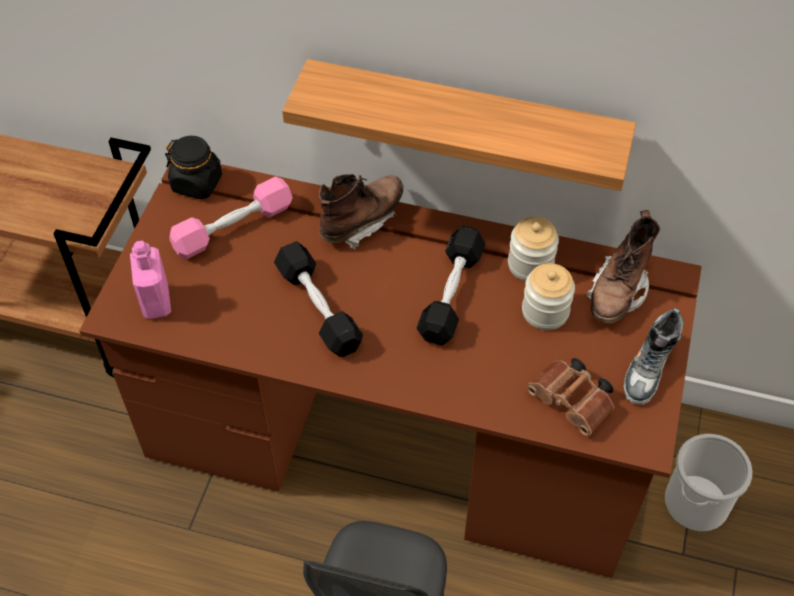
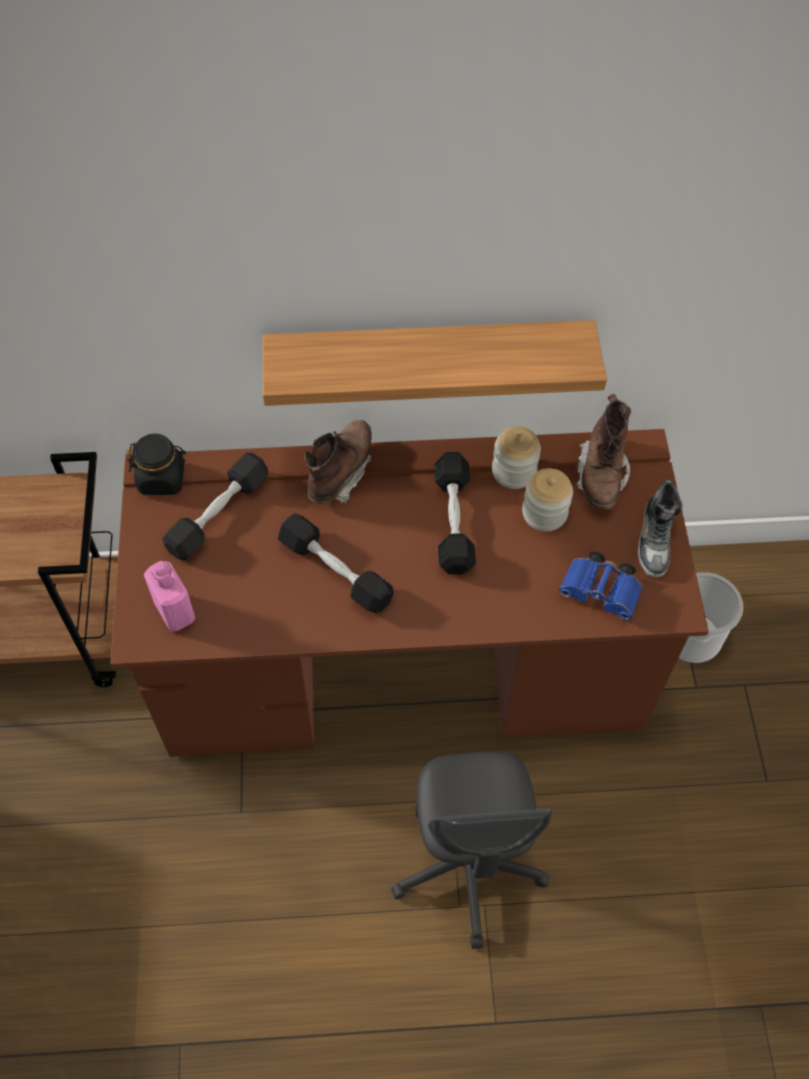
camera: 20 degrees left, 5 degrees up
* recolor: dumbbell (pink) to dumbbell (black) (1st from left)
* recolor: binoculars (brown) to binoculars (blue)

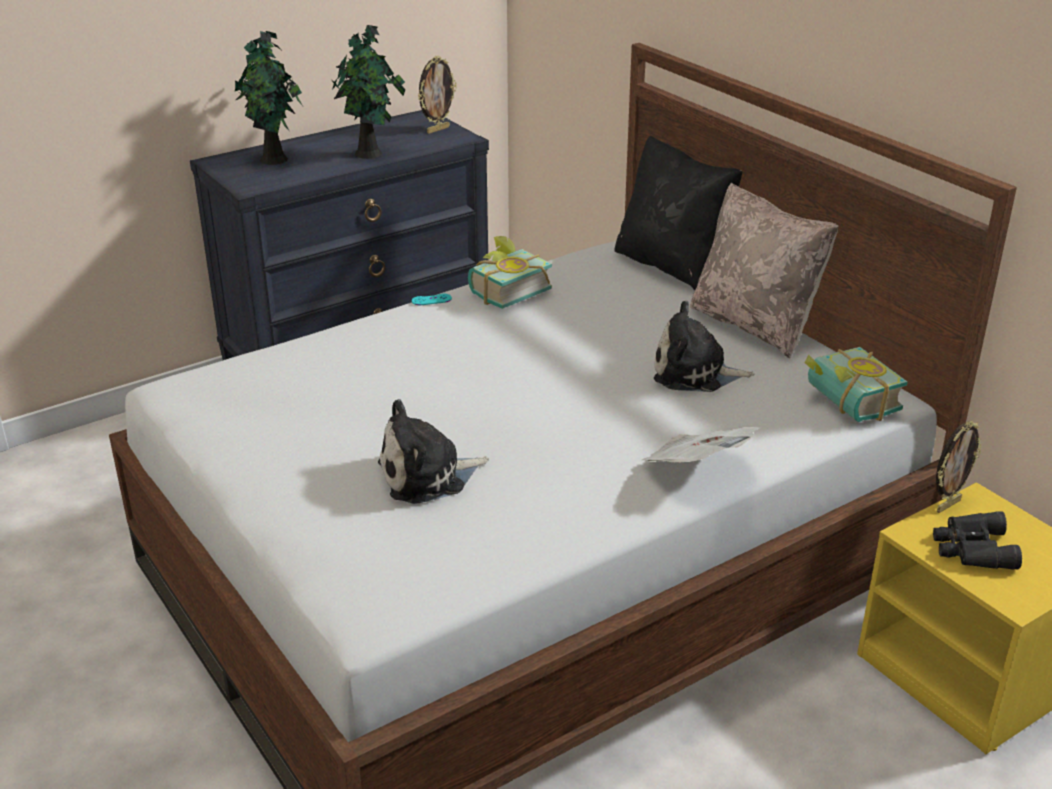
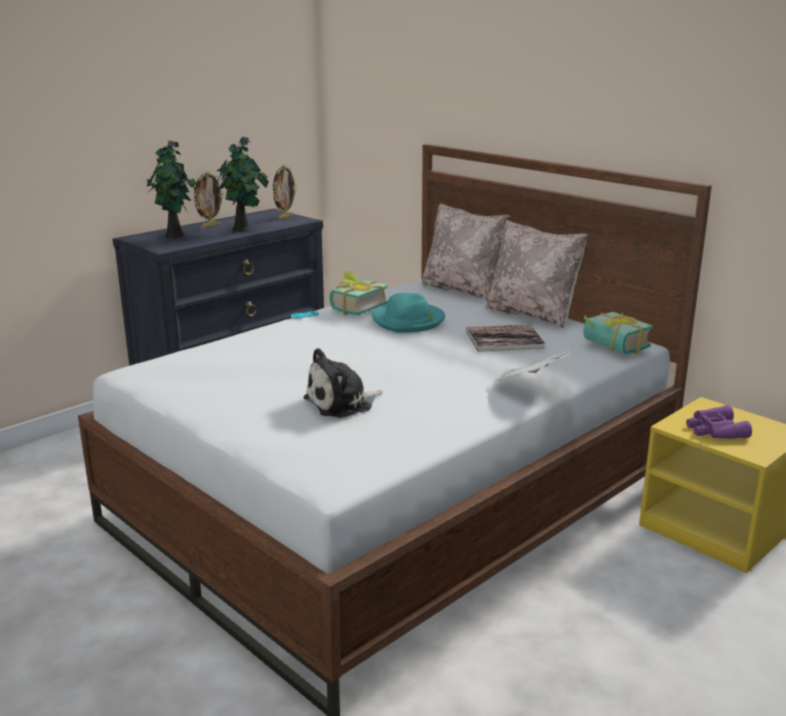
camera: 10 degrees left, 10 degrees down
* move: picture frame (2nd from left in the first image) to picture frame (1st from left)
* insert: hat (turquoise)
* recolor: pillow (black) to pillow (beige) (1st from left)
* replace: plush toy (2nd from left) to book (2nd from left)
* recolor: binoculars (black) to binoculars (purple)

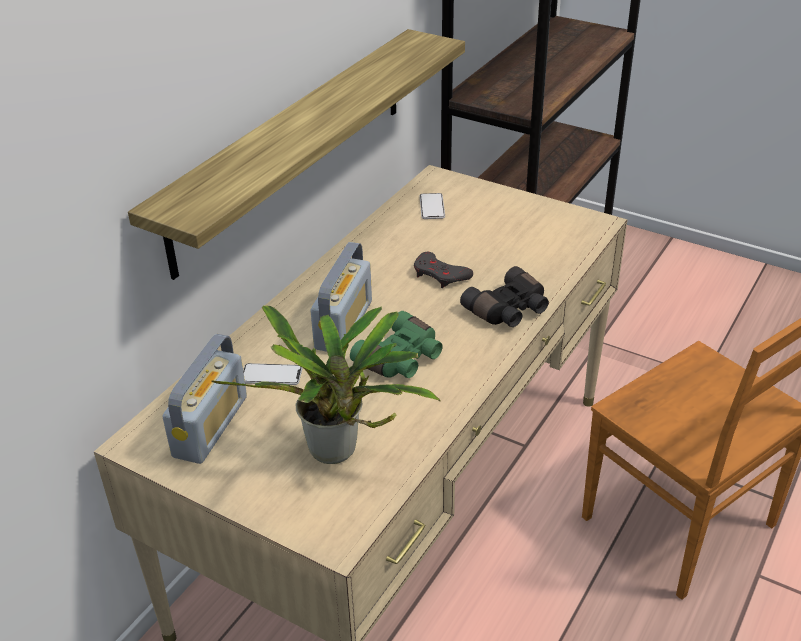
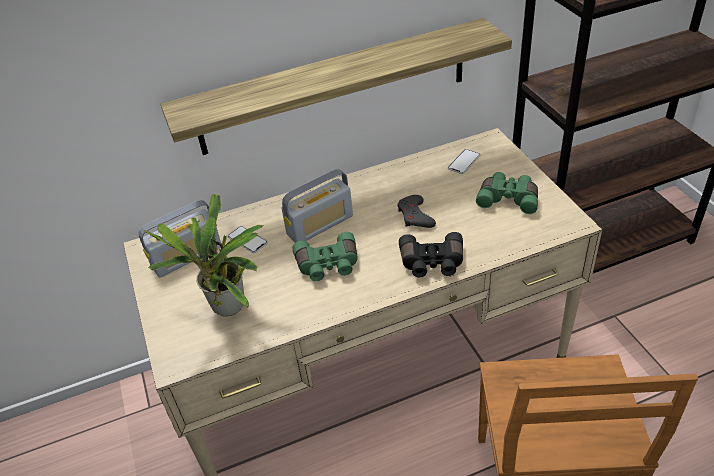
camera: 40 degrees right, 5 degrees up
* insert: binoculars (green) (2nd from left)

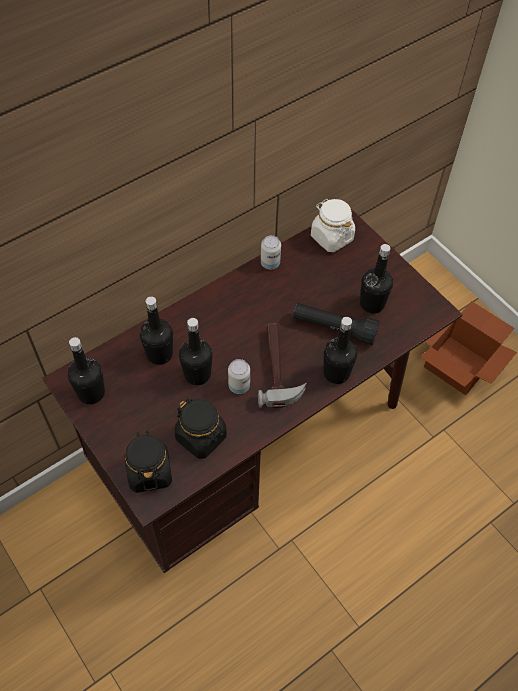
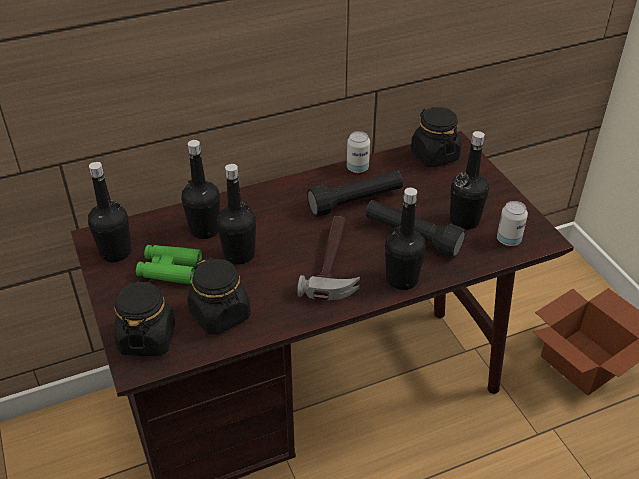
camera: 15 degrees right, 15 degrees down
* insert: binoculars (green)
* insert: flashlight (black) (1st from left)
* recolor: jar (white) to jar (black) (3rd from left)
* move: can (1st from left in the first image) to can (2nd from left)

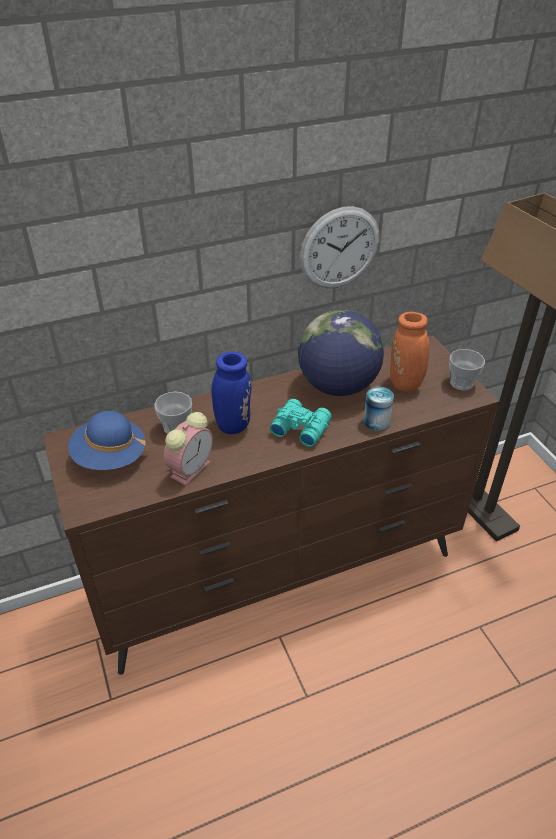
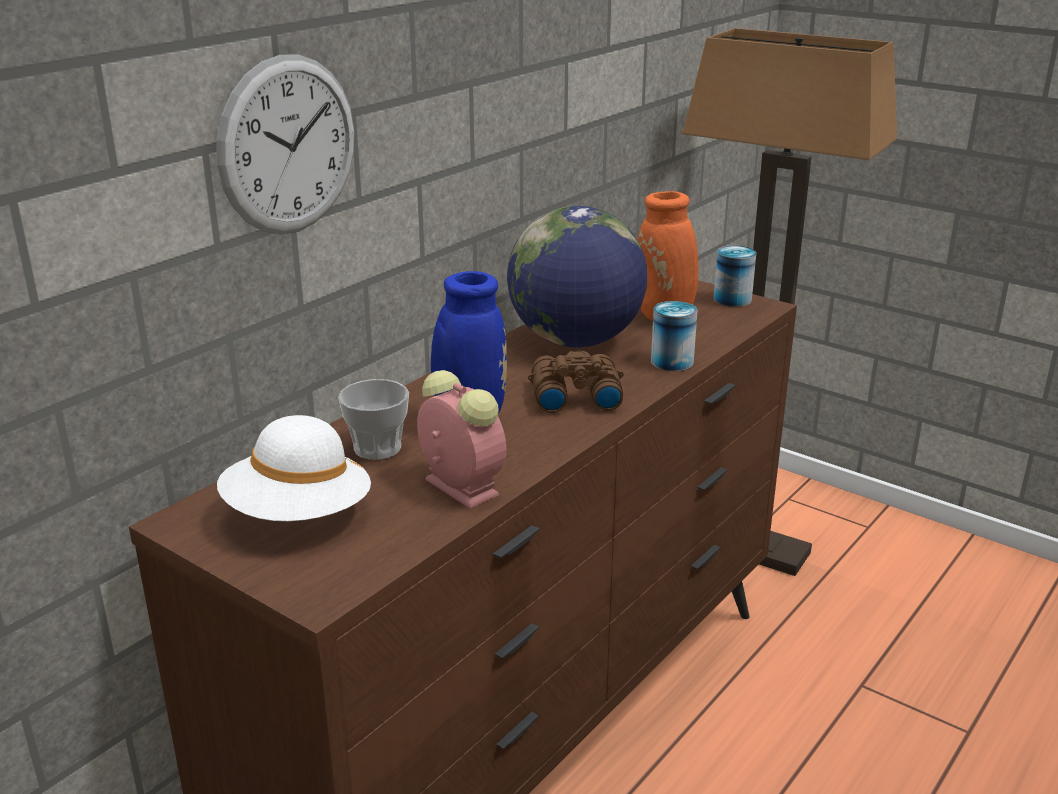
camera: 30 degrees left, 15 degrees down
* move: wall clock
* recolor: hat (blue) to hat (white)
* rotate: alarm clock 45 degrees counterclockwise
* recolor: binoculars (turquoise) to binoculars (brown)
* replace: cup (2nd from left) to can (2nd from left)

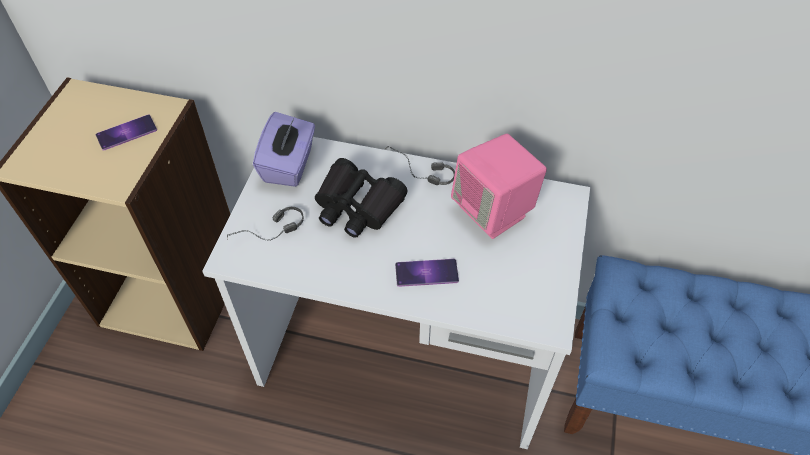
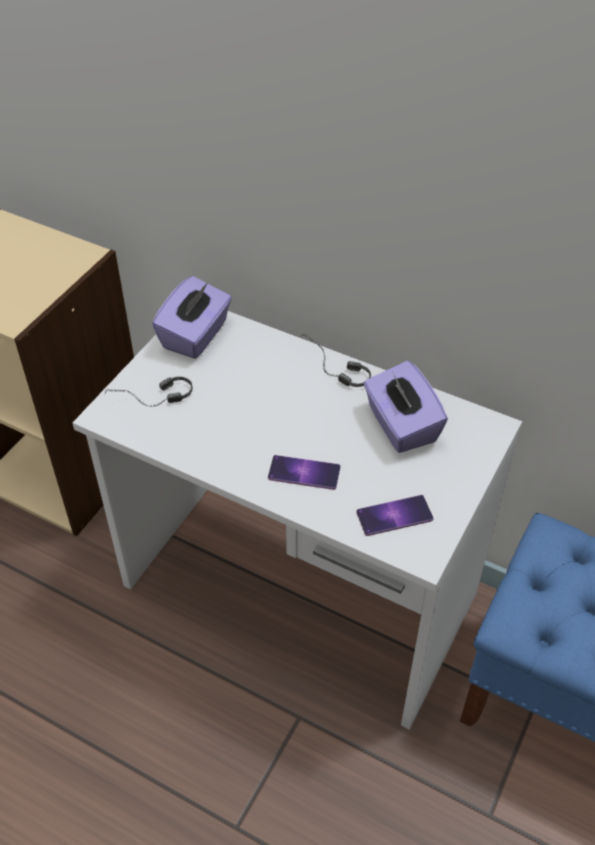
camera: 15 degrees right, 5 degrees down
* move: phone (1st from left in the first image) to phone (2nd from left)
* replace: speaker (pink) to tissue box (purple) (2nd from left)
* delete: binoculars (black)

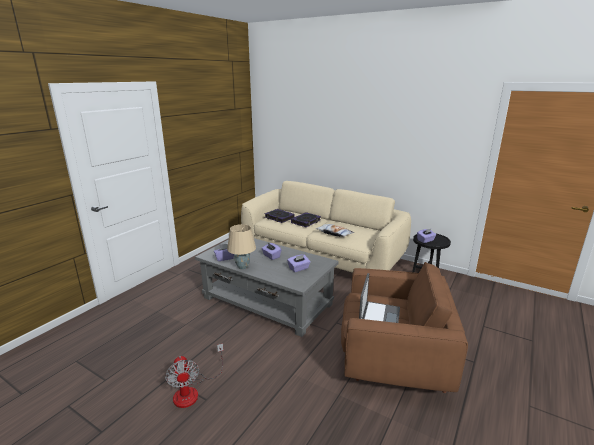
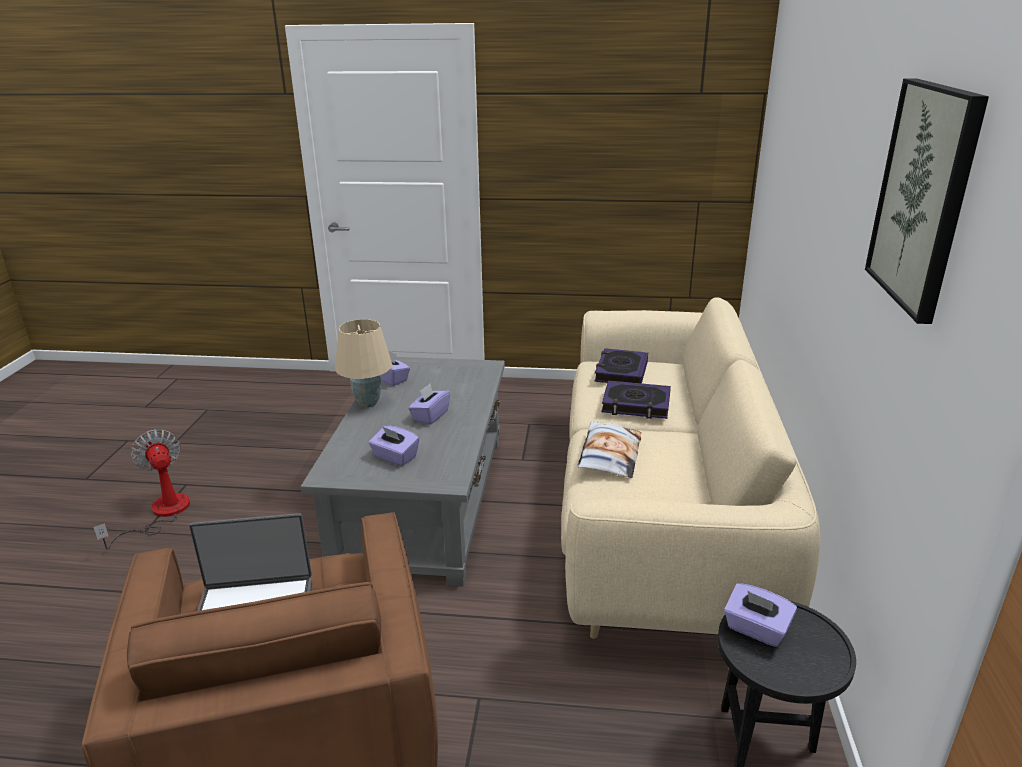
camera: 65 degrees right, 5 degrees up
* rotate: fan 105 degrees clockwise
* insert: picture

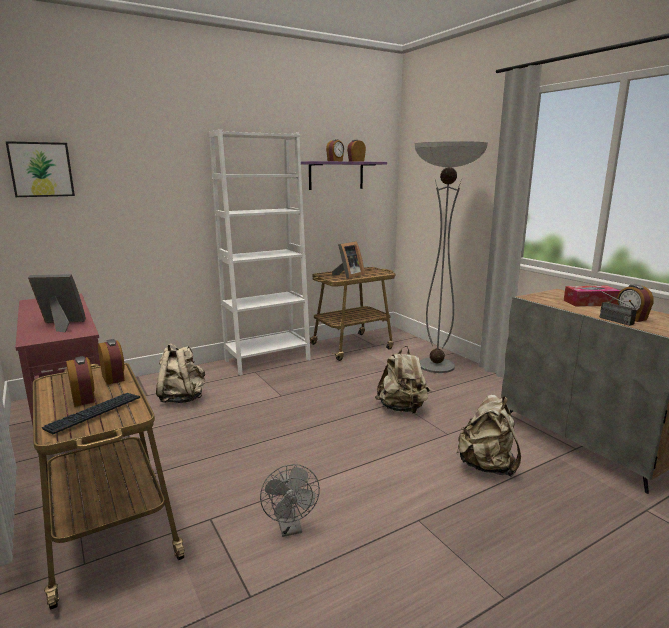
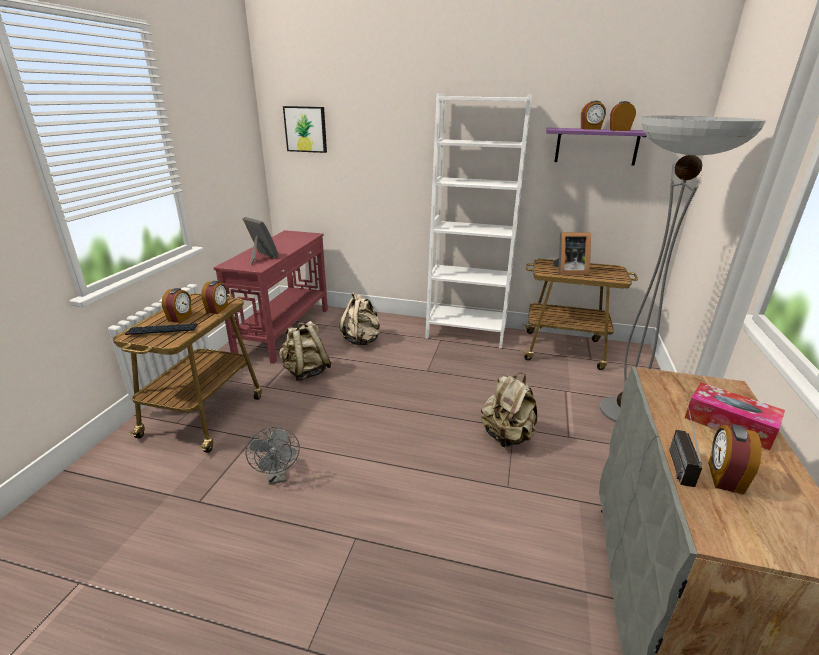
camera: 45 degrees right, 10 degrees up
* rotate: fan (grey) 45 degrees counterclockwise
* move: backpack (beige) (3rd from left in the first image) to backpack (beige) (1st from left)

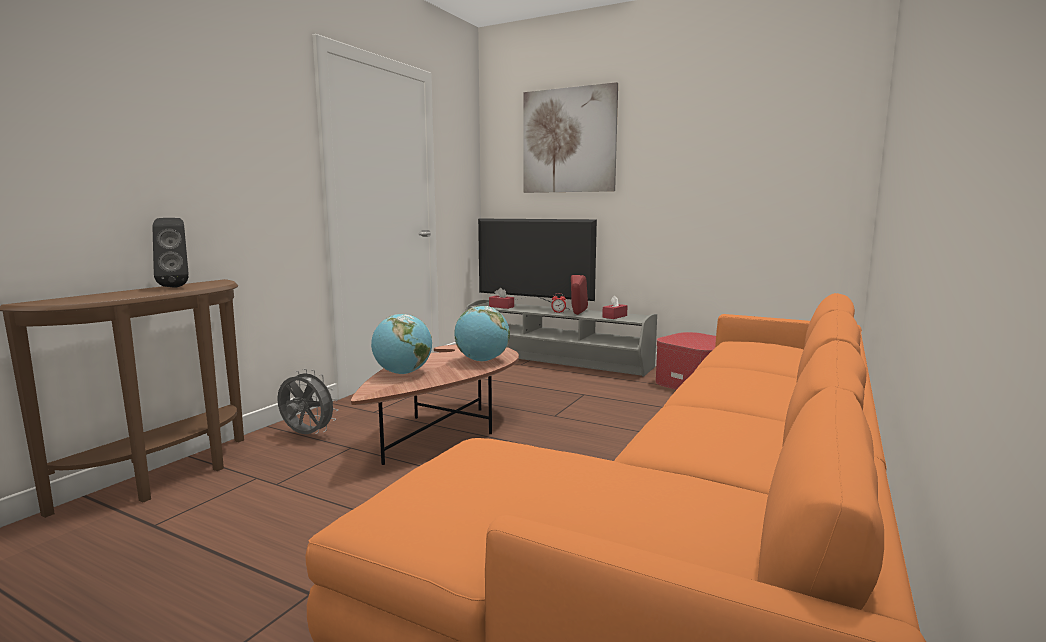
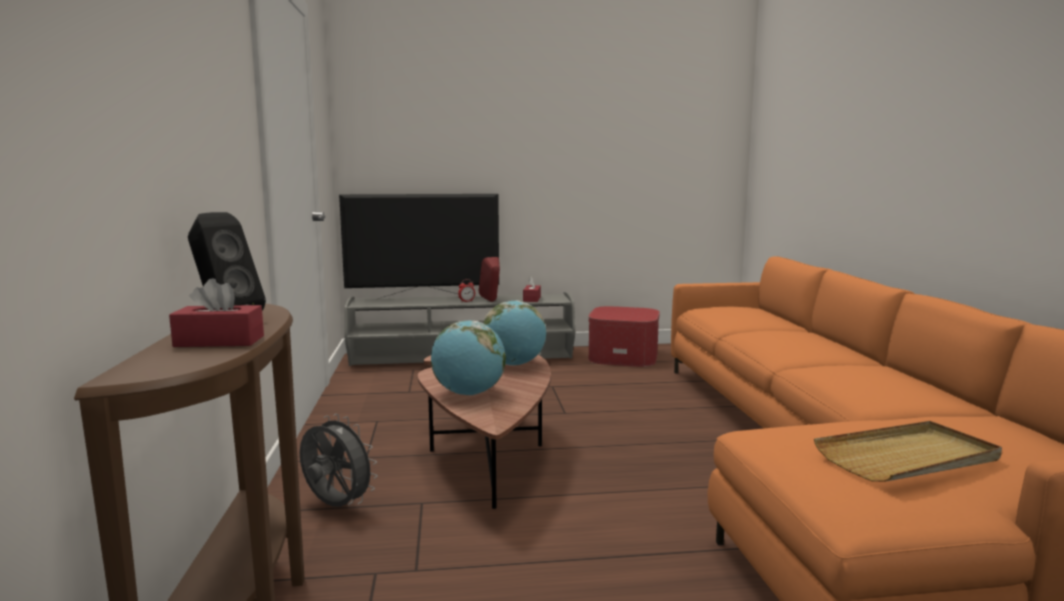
camera: 35 degrees left, 0 degrees up
* move: tissue box (red) (1st from left)
* rotate: fan (grey) 45 degrees clockwise
* insert: tray (beige)
* delete: picture

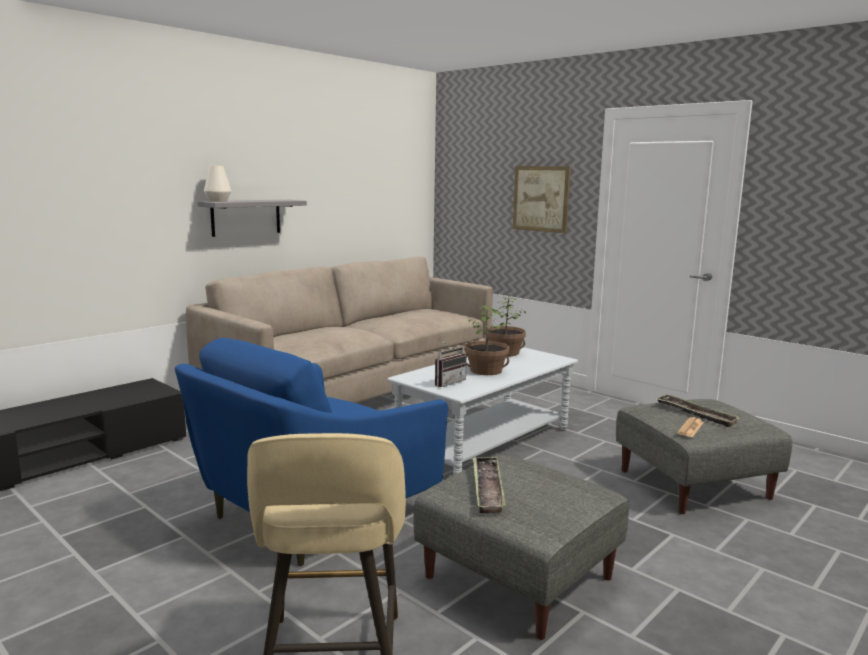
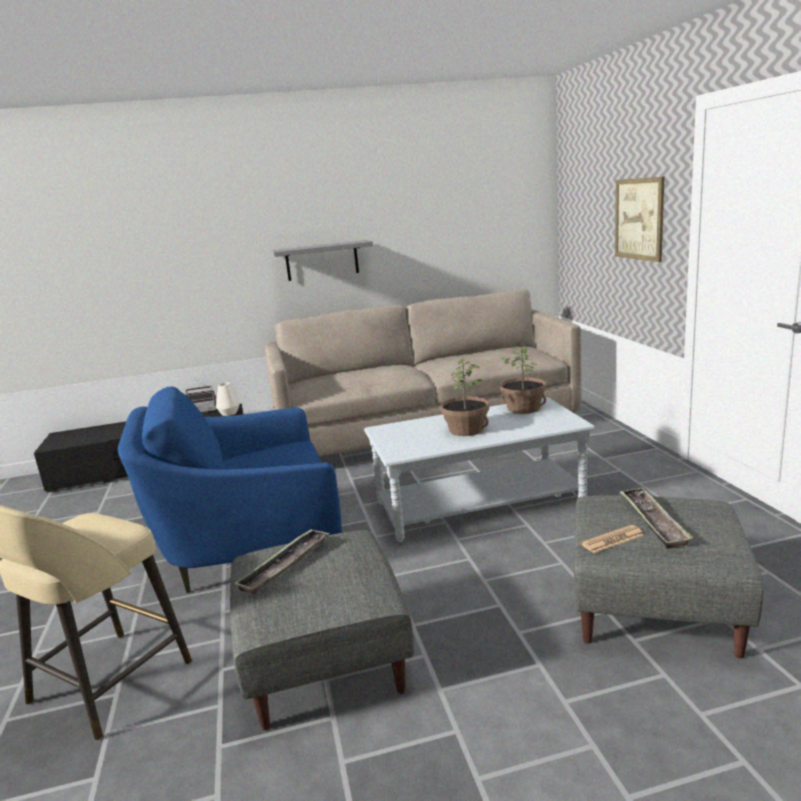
camera: 35 degrees right, 5 degrees up
* move: radio
* move: vase (white)

